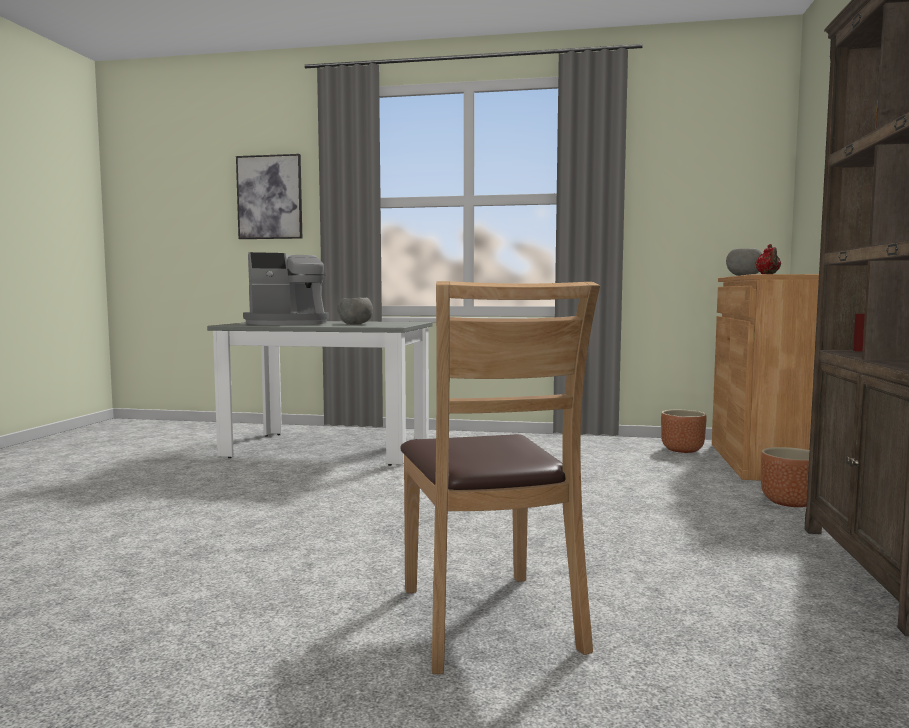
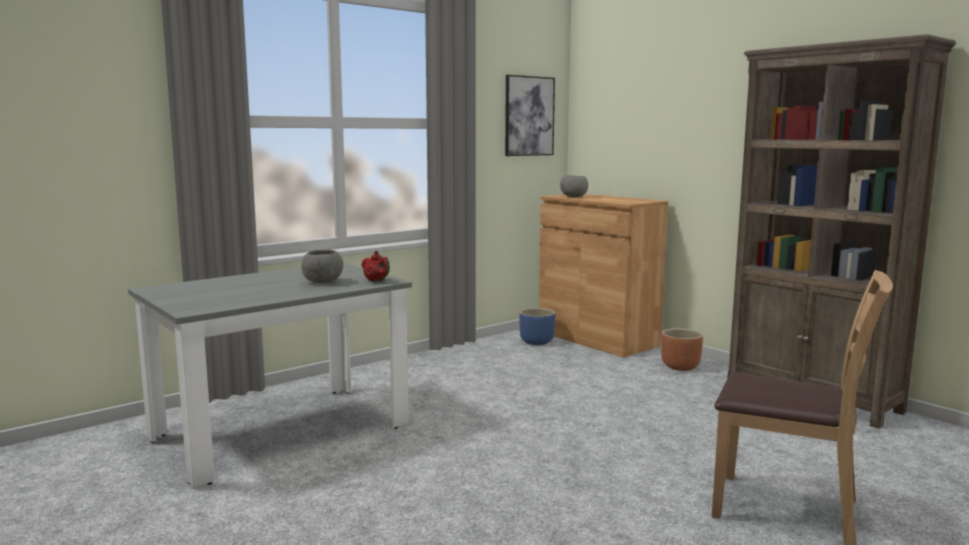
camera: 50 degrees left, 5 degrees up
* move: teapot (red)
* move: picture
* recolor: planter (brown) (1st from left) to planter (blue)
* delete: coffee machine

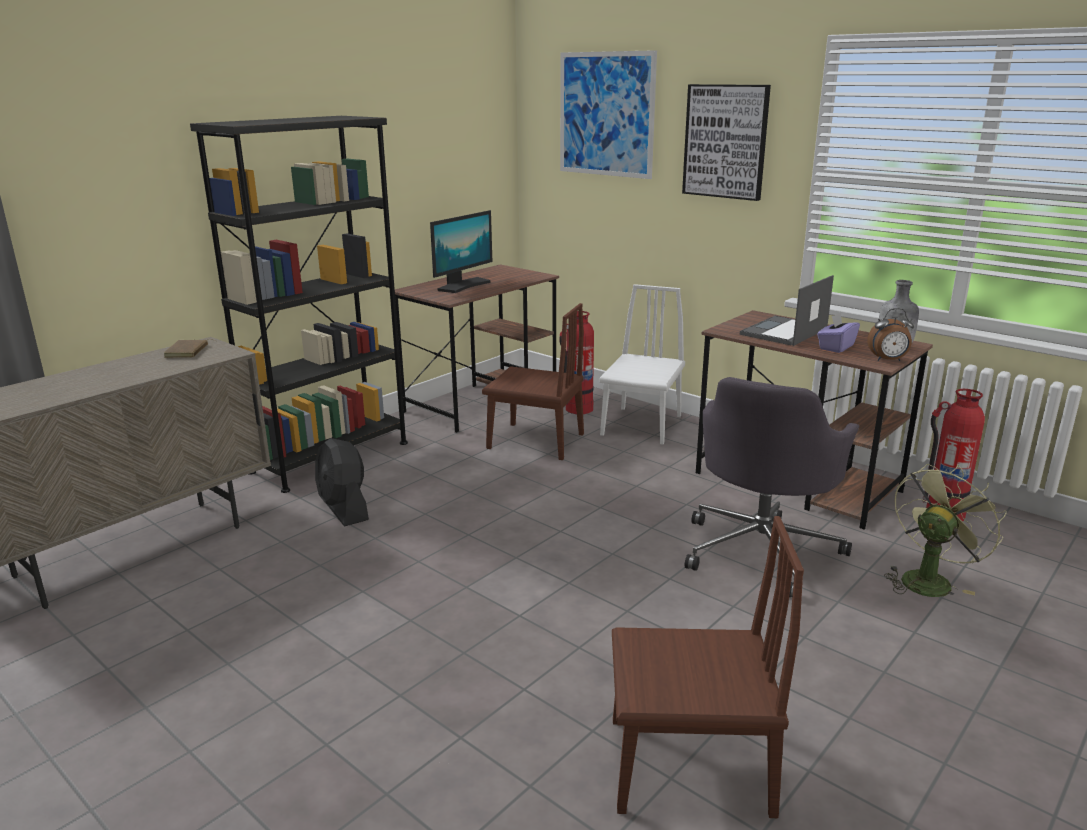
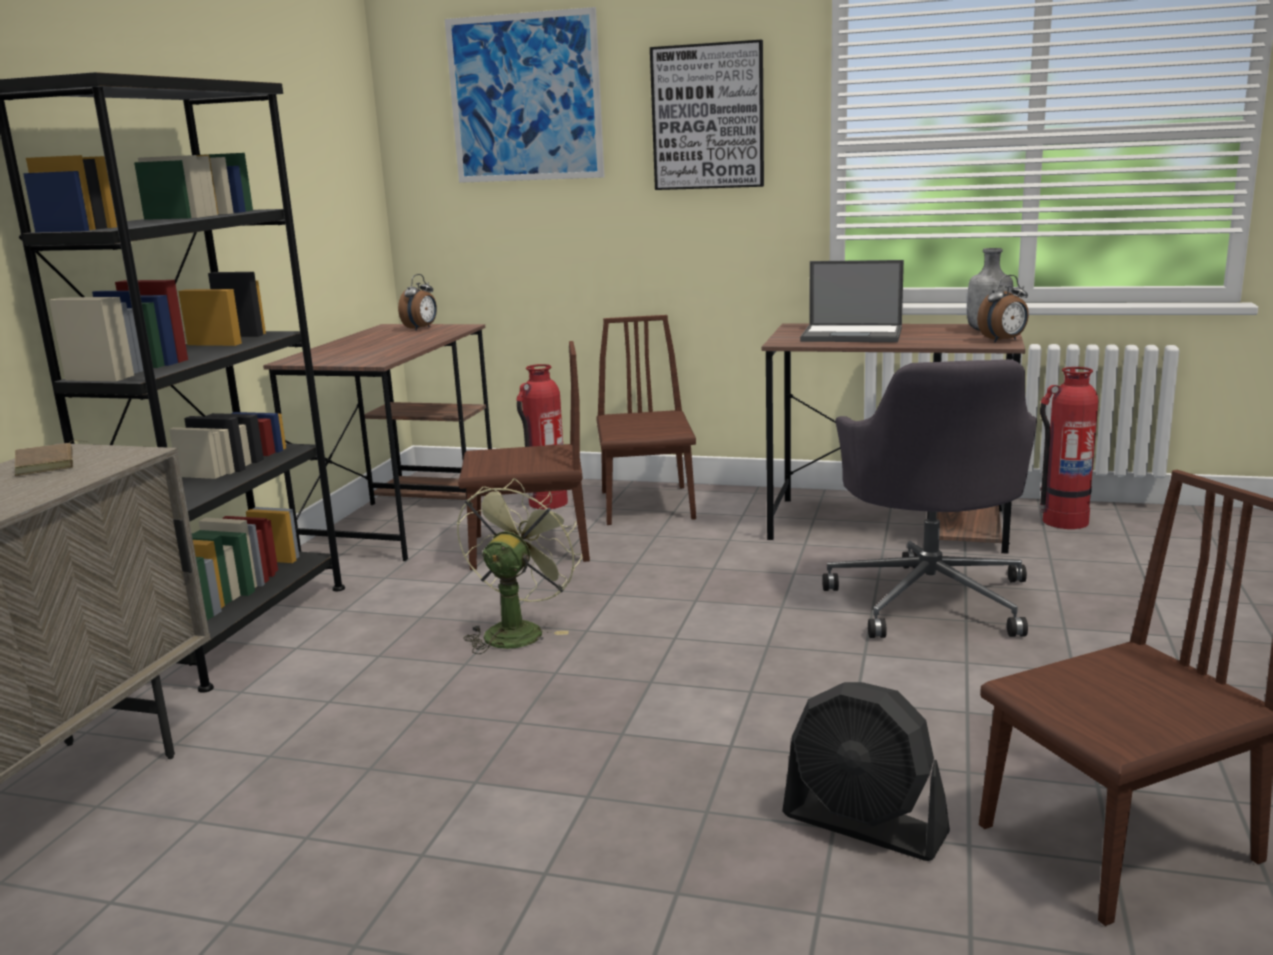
camera: 25 degrees left, 5 degrees down
* insert: alarm clock (1st from left)
* move: fan (green)
* recolor: chair (white) to chair (brown) (2nd from left)
* move: fan (black)
* rotate: laptop 90 degrees counterclockwise
* delete: monitor
* delete: tissue box (purple)

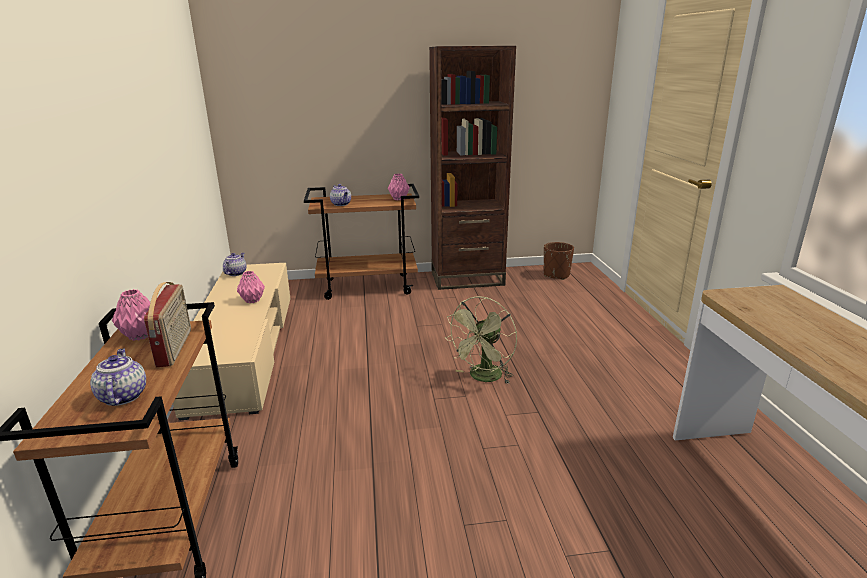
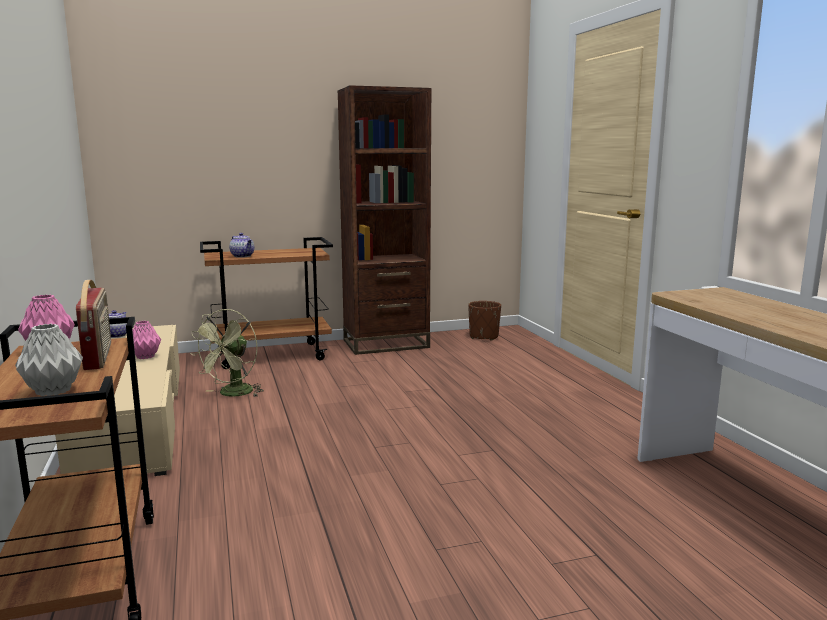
camera: 10 degrees left, 10 degrees down
* replace: teapot (1st from left) to vase (grey)
* move: fan (green)
* delete: vase (pink) (3rd from left)

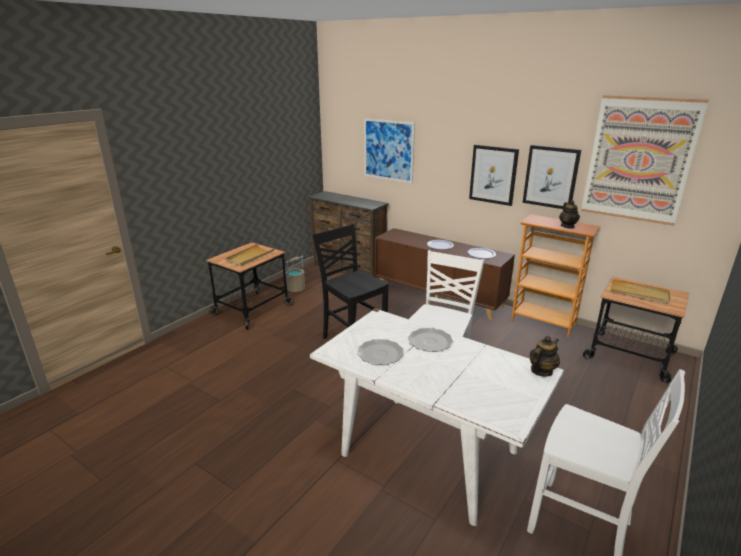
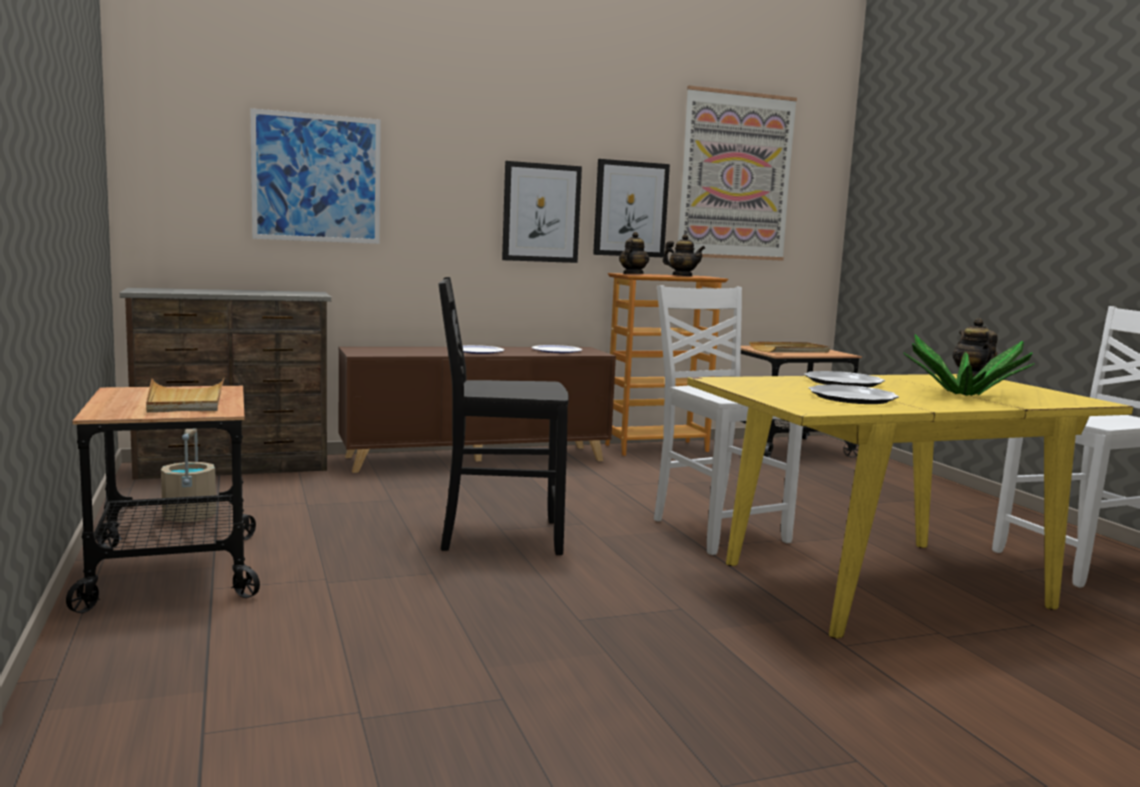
camera: 55 degrees left, 15 degrees down
* insert: teapot (1st from left)
* recolor: dining table (white) to dining table (yellow)
* insert: potted plant

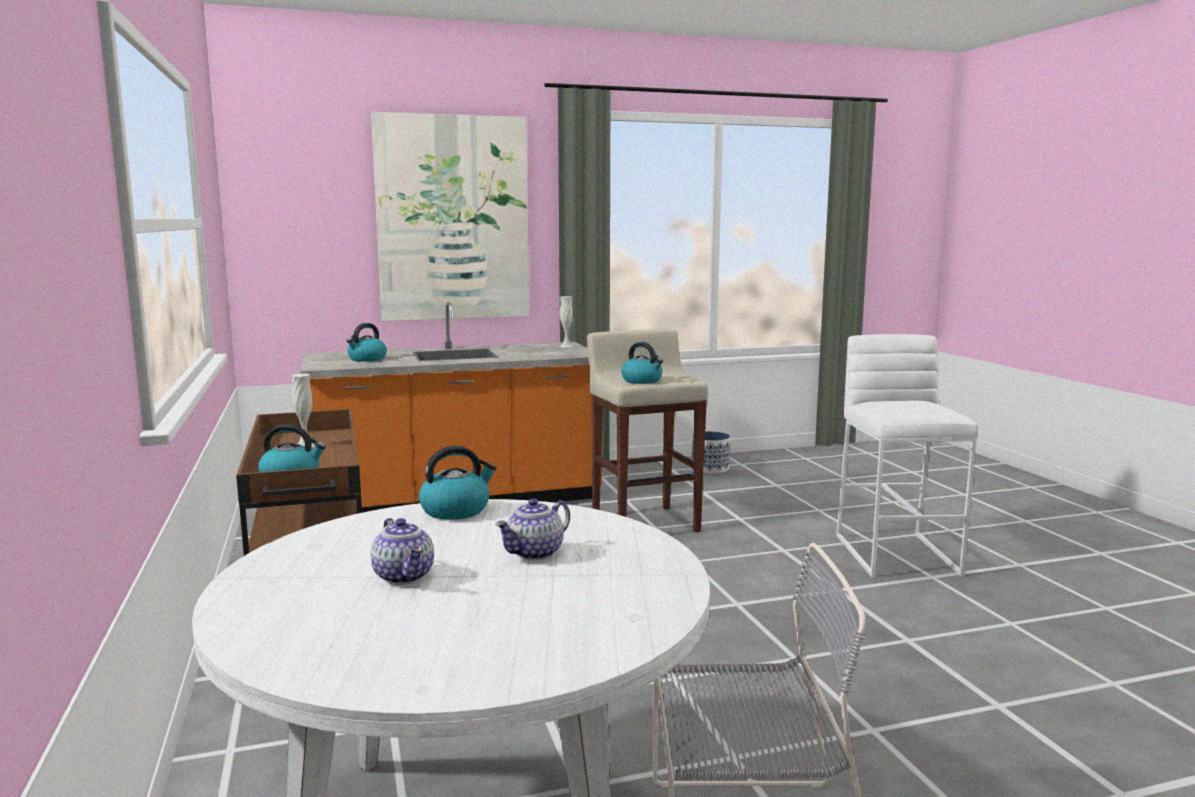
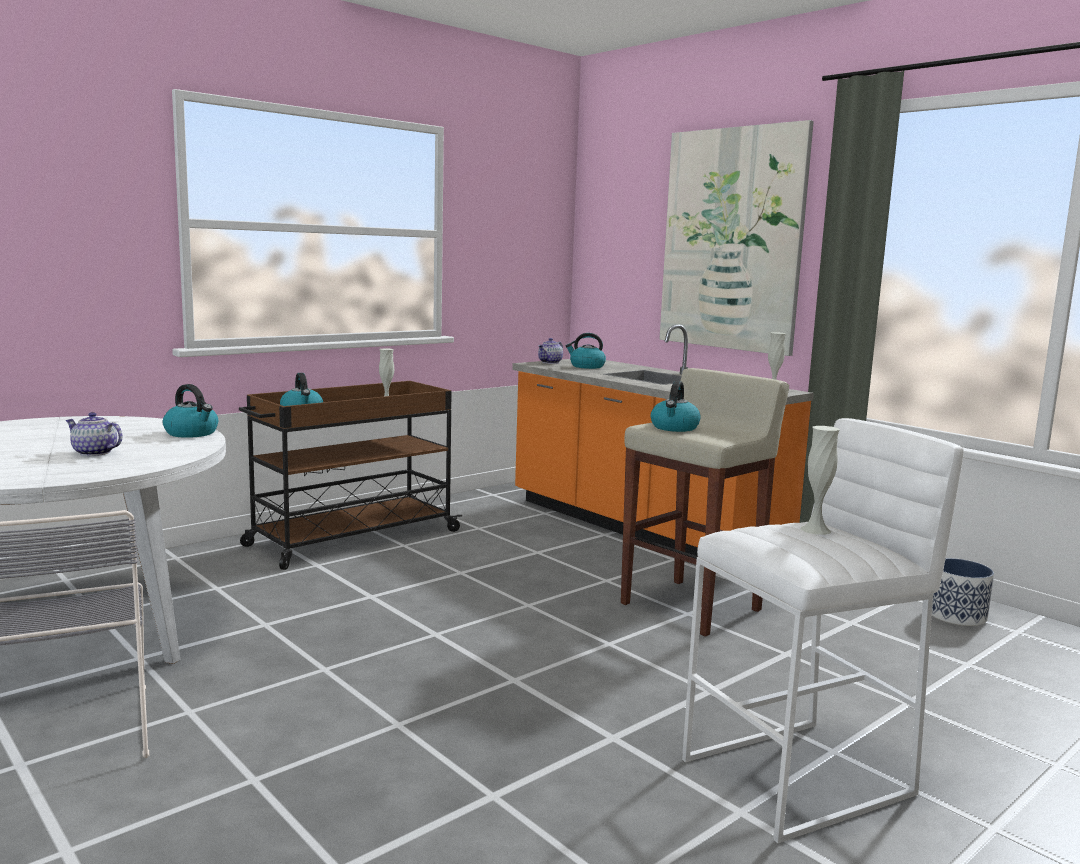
camera: 65 degrees right, 0 degrees up
* move: teapot (1st from left in the first image) to teapot (2nd from left)
* insert: vase (white) (3rd from left)

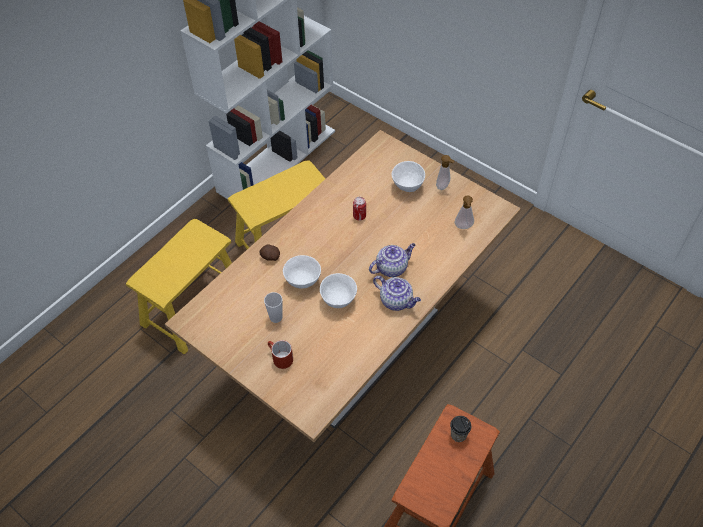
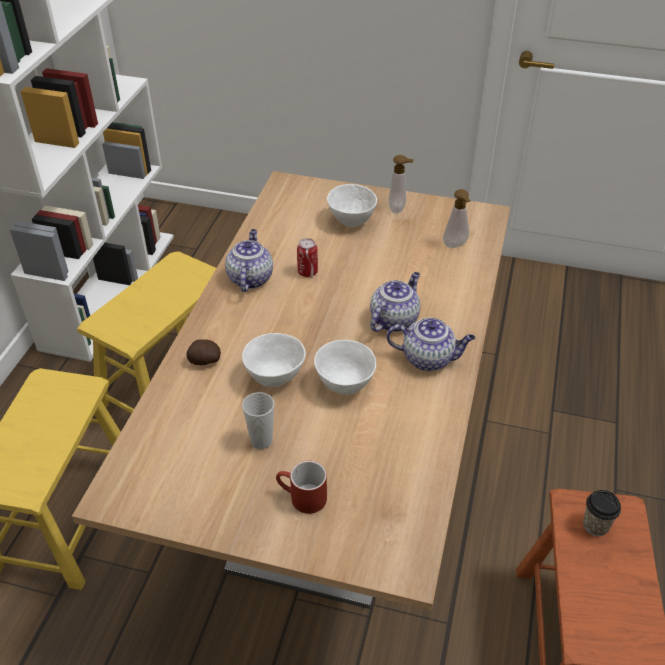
camera: 25 degrees left, 10 degrees down
* insert: teapot (1st from left)

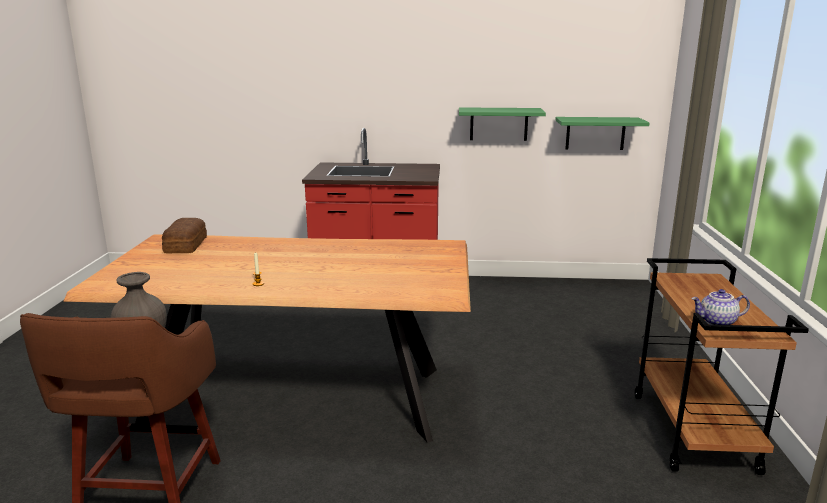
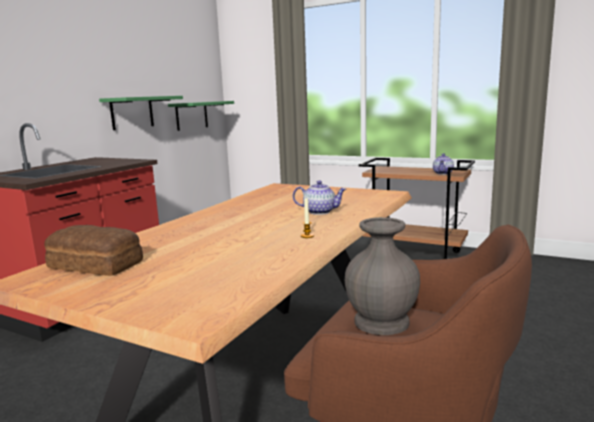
camera: 65 degrees left, 5 degrees down
* insert: teapot (1st from left)

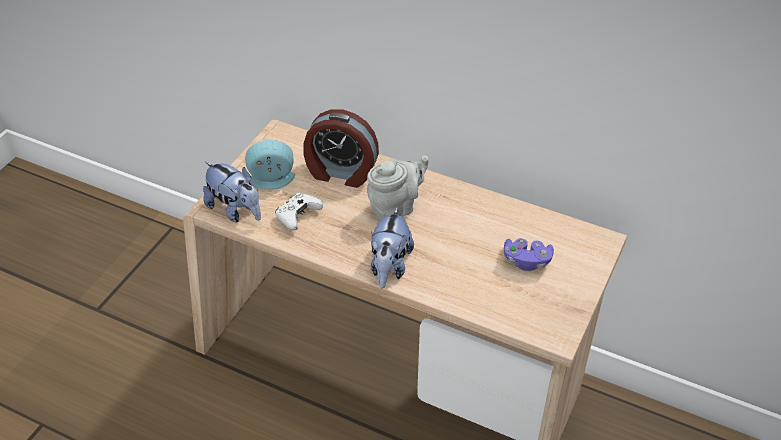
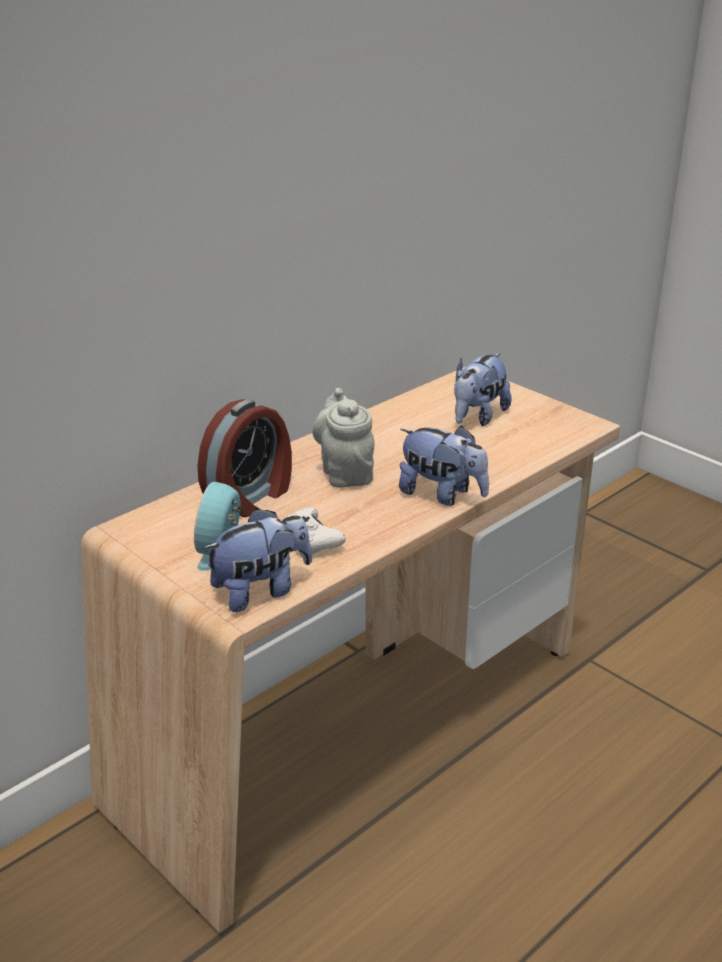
camera: 70 degrees left, 15 degrees down
* replace: game controller (purple) to plush toy (3rd from left)

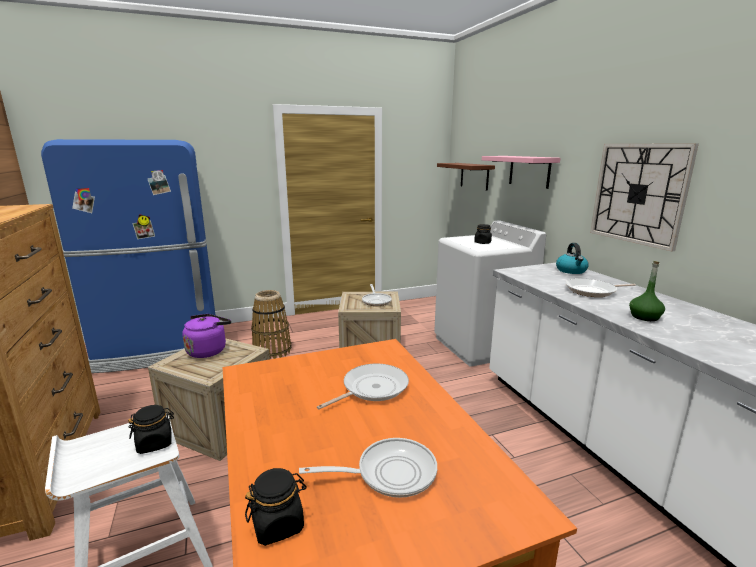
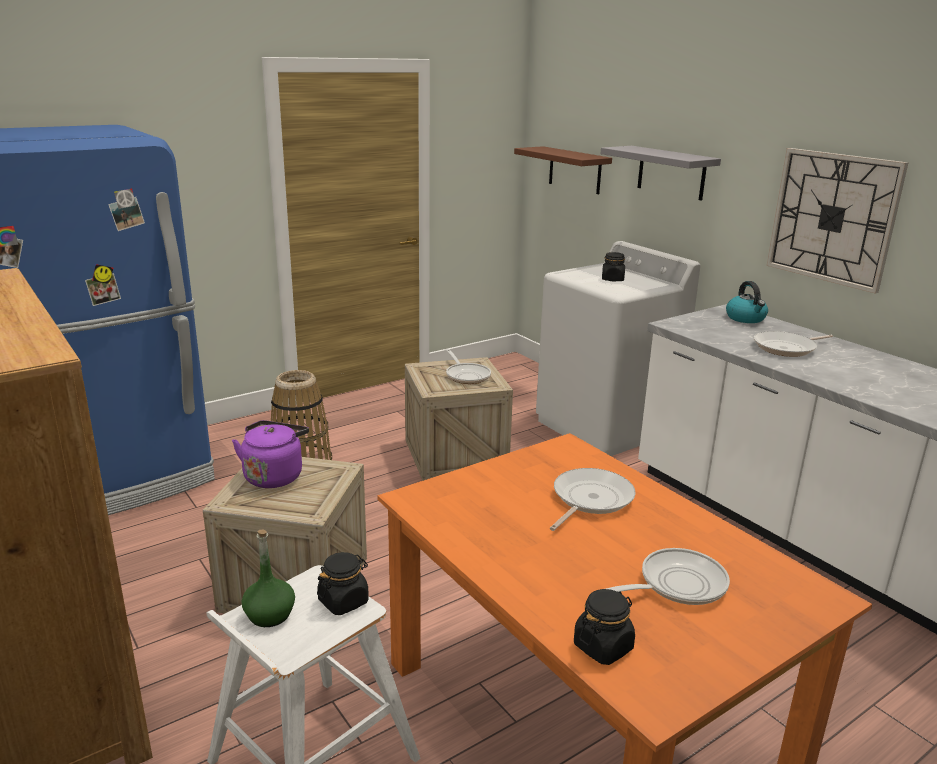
camera: 15 degrees left, 5 degrees up
* move: bottle (green)
* recolor: shelf (pink) to shelf (grey)

